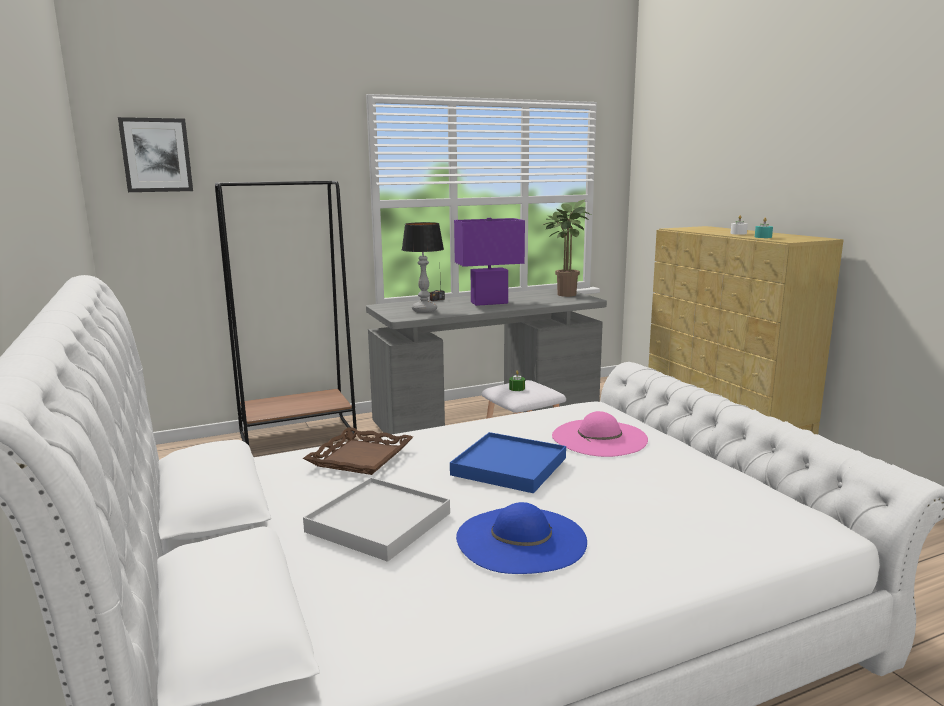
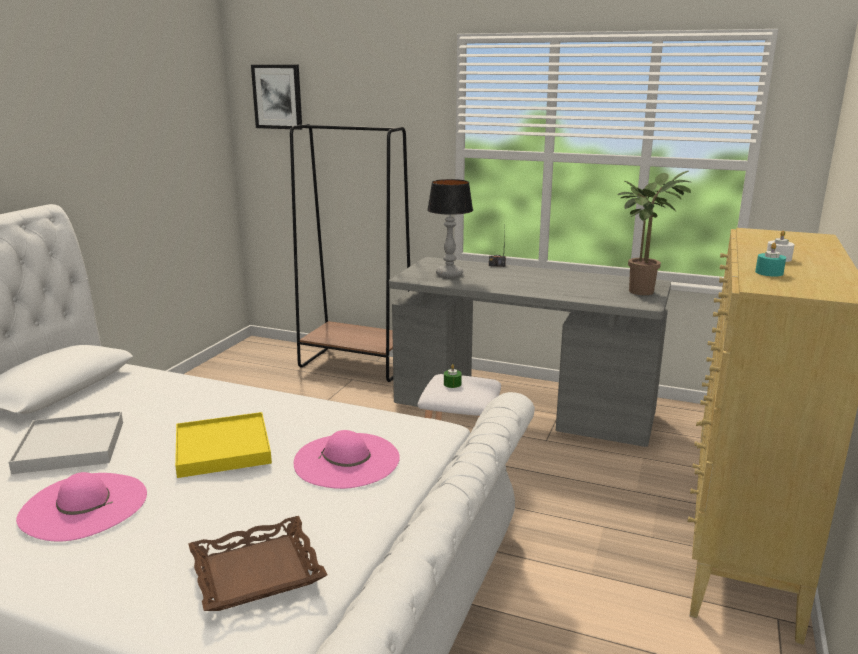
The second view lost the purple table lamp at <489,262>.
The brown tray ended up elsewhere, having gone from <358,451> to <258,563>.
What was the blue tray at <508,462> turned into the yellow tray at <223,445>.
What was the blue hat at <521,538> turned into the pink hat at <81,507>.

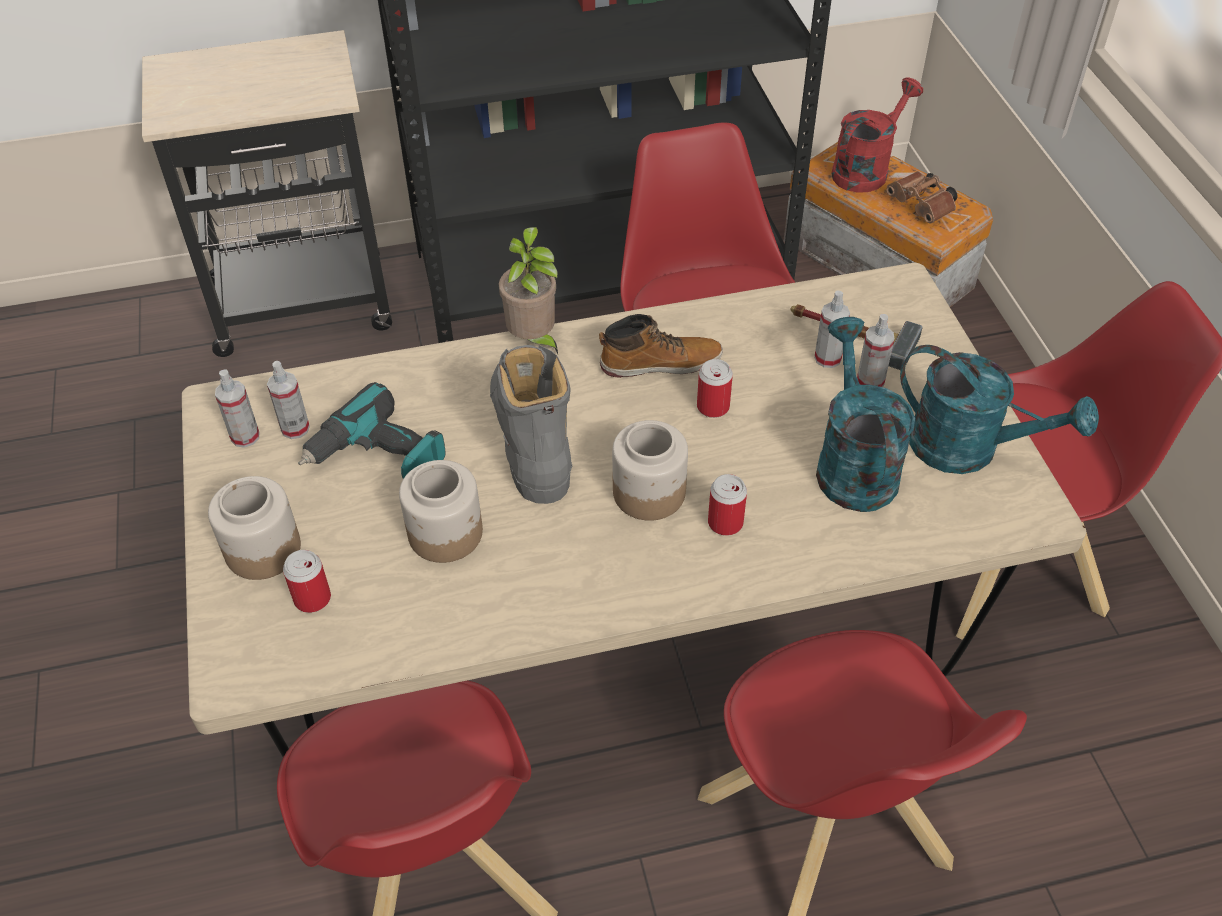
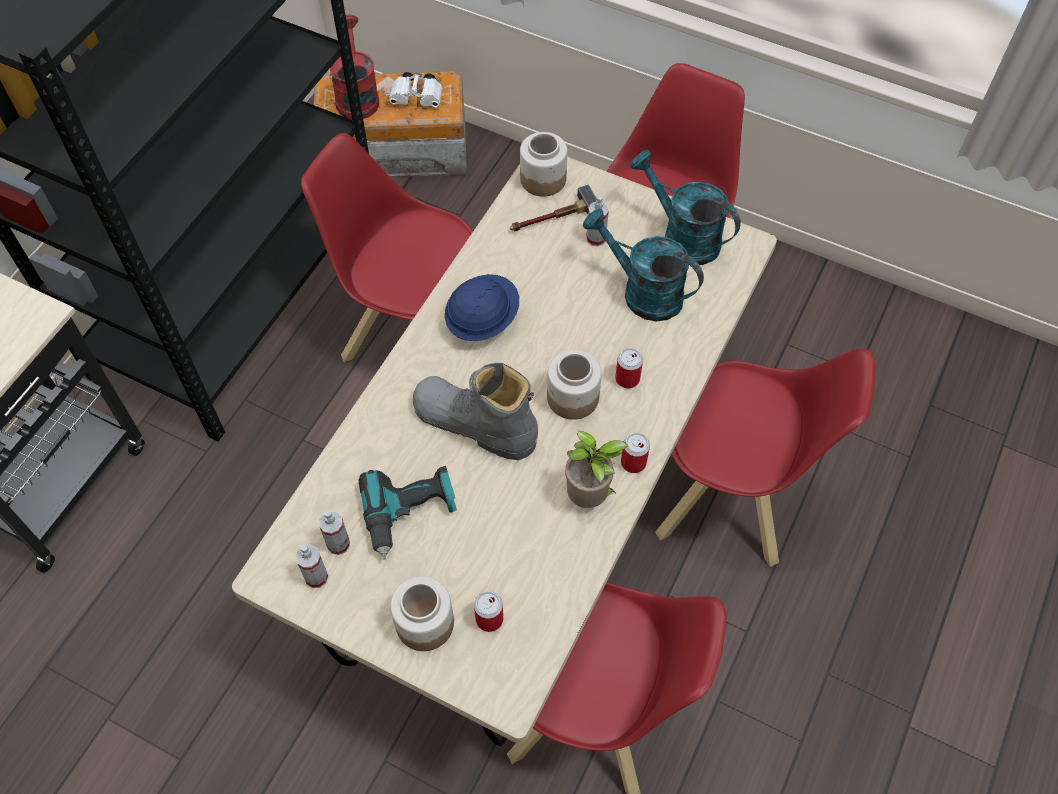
The second view lost the spray bottle at <832,329>.
The jar ended up elsewhere, having gone from <441,511> to <543,164>.
The potted plant ended up elsewhere, having gone from <528,290> to <597,469>.
The can ended up elsewhere, having gone from <715,388> to <635,452>.
Where the boot stood at <661,346>, the blue hard hat came to stand at <482,307>.
What was the brown binoculars at <922,197> turned into the white binoculars at <416,89>.
The turquoise watering can at <999,409> ended up facing another way, 120 degrees counterclockwise from before.

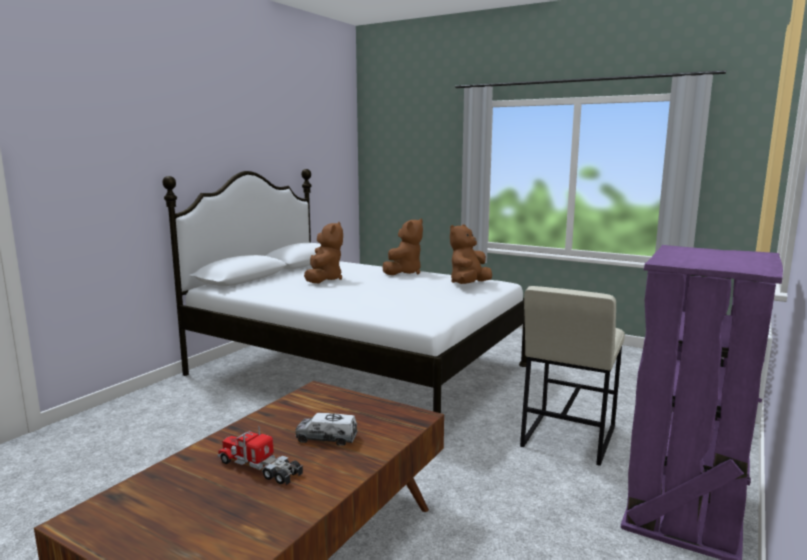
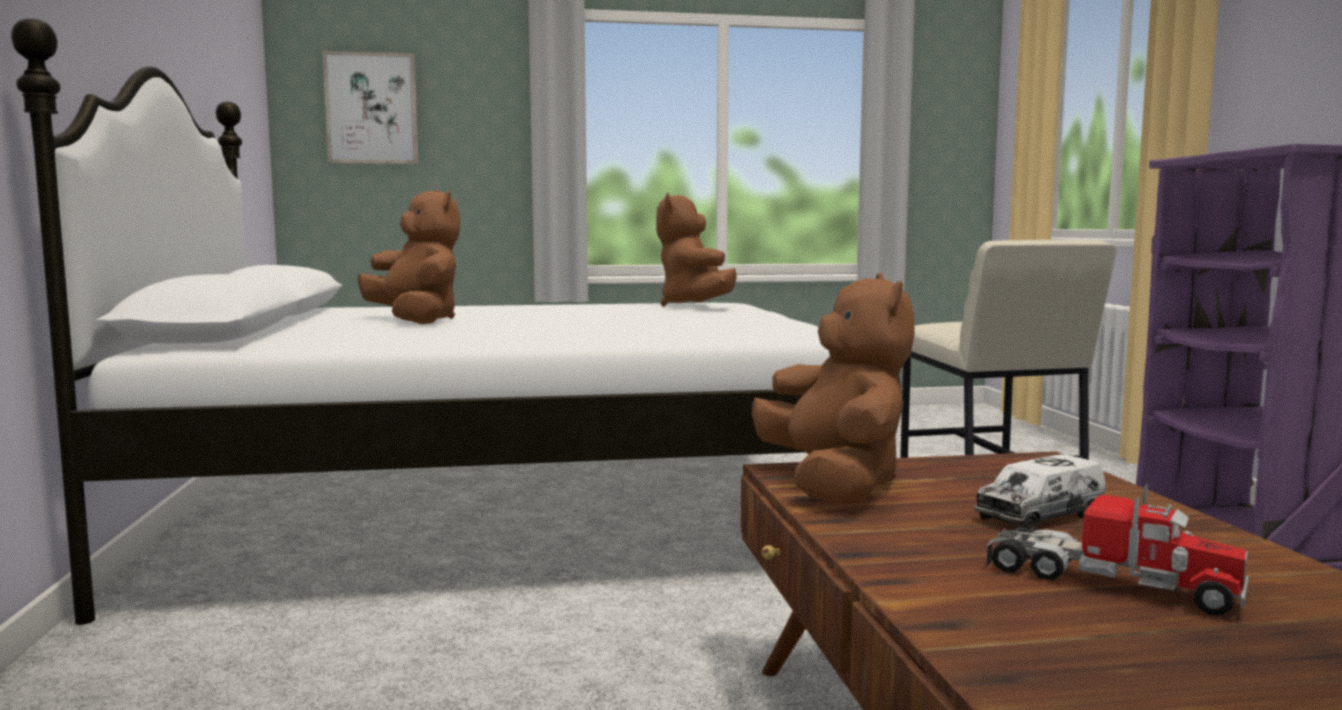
The second view gained the picture at <370,107>.
The brown plush toy ended up elsewhere, having gone from <403,247> to <833,389>.
The toy truck at <260,455> ended up facing another way, 135 degrees counterclockwise from before.

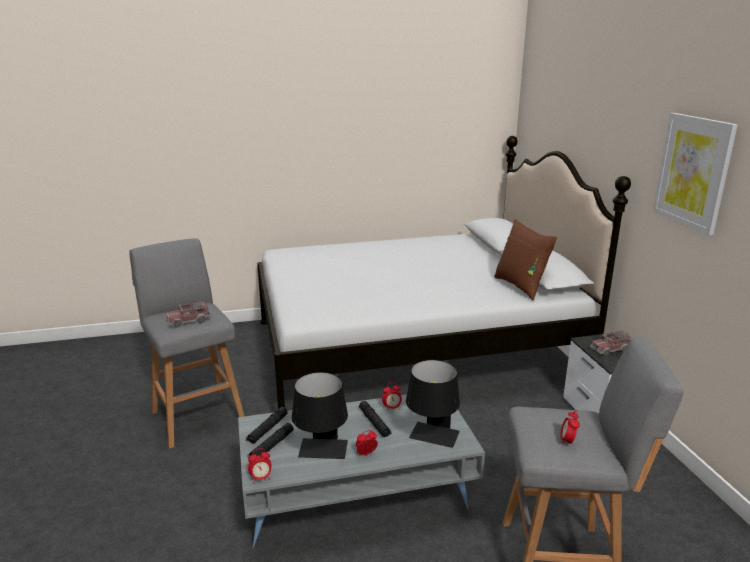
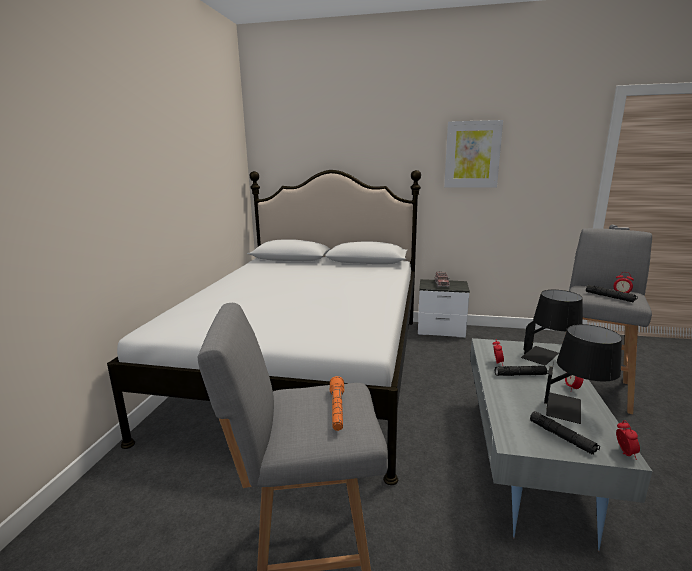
The second view lost the brown pillow at <525,260>.
The black flashlight ended up elsewhere, having gone from <267,425> to <612,293>.
Where the toy truck stood at <188,314>, the orange flashlight came to stand at <337,403>.

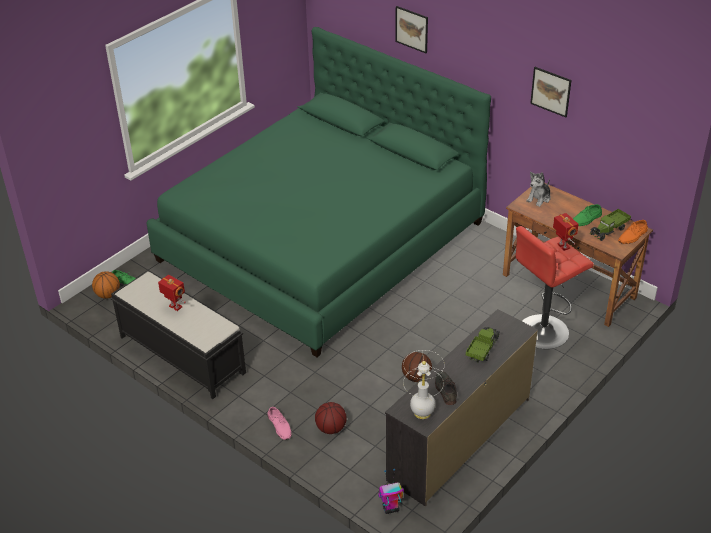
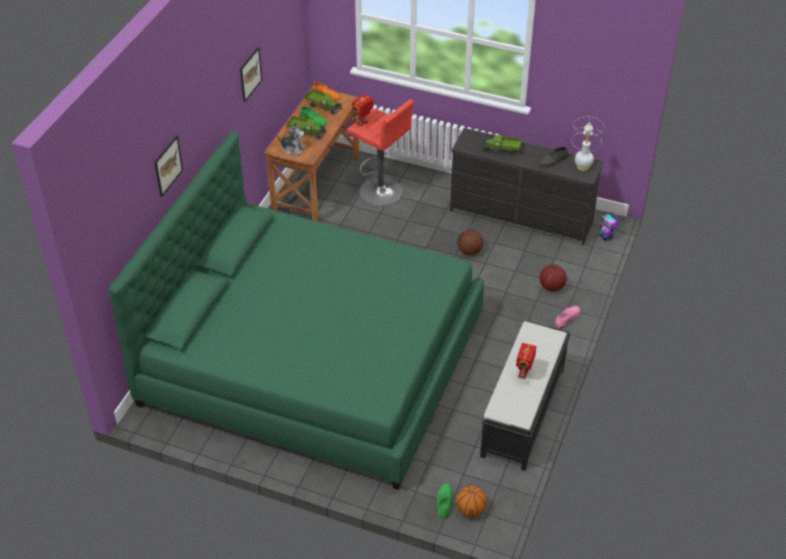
The second view gained the toy truck at <306,128>.

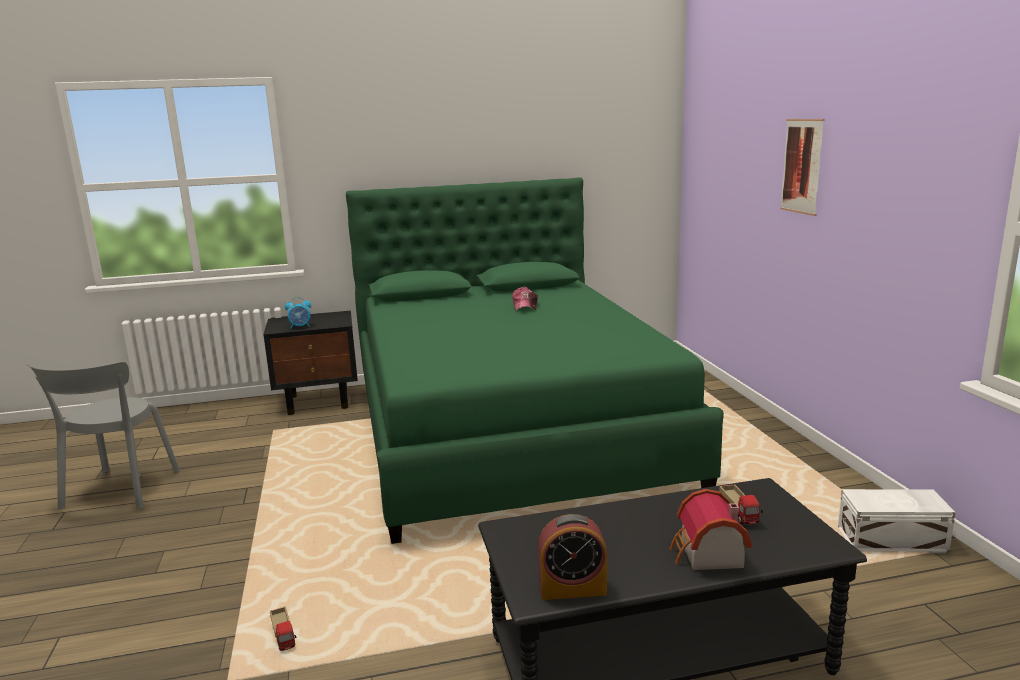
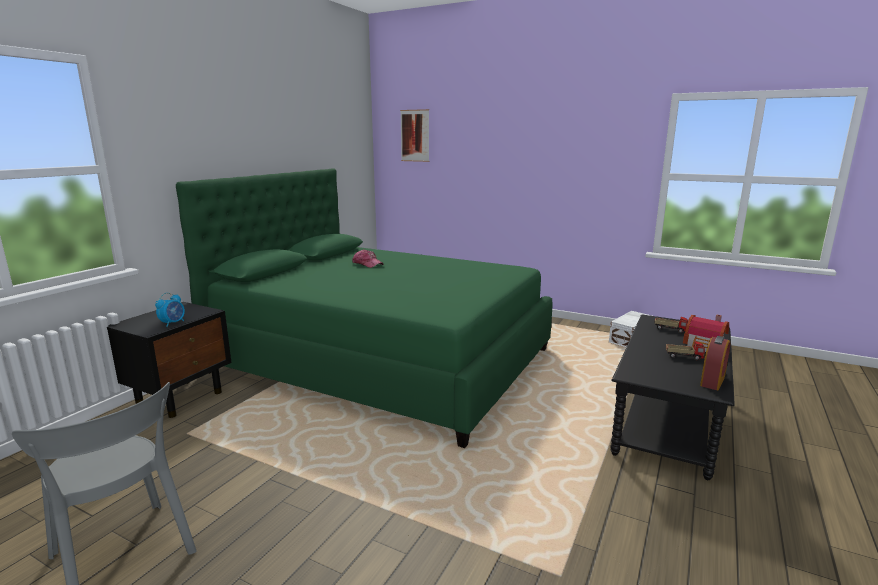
The toy truck ended up elsewhere, having gone from <283,628> to <685,350>.
The picture ended up elsewhere, having gone from <802,167> to <414,135>.

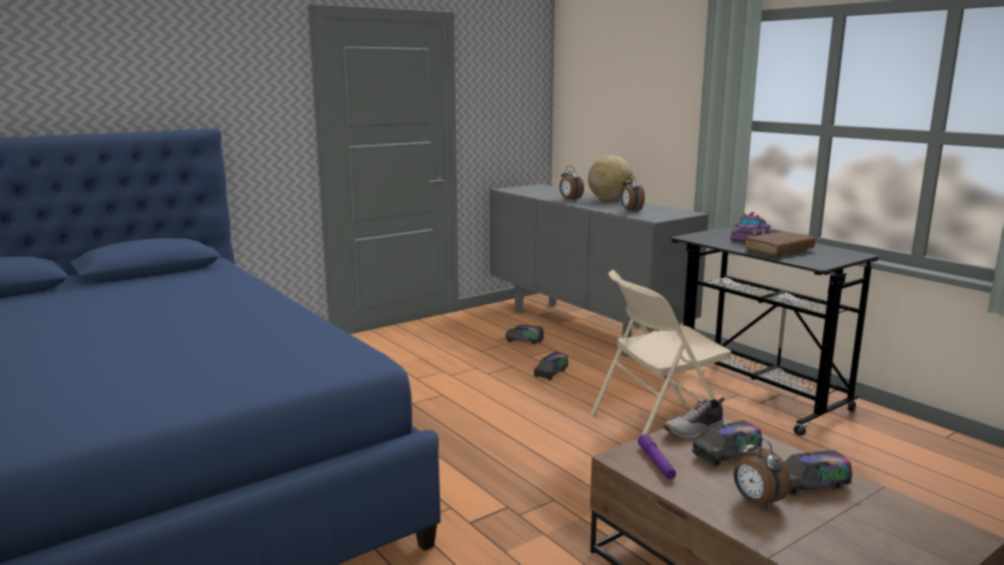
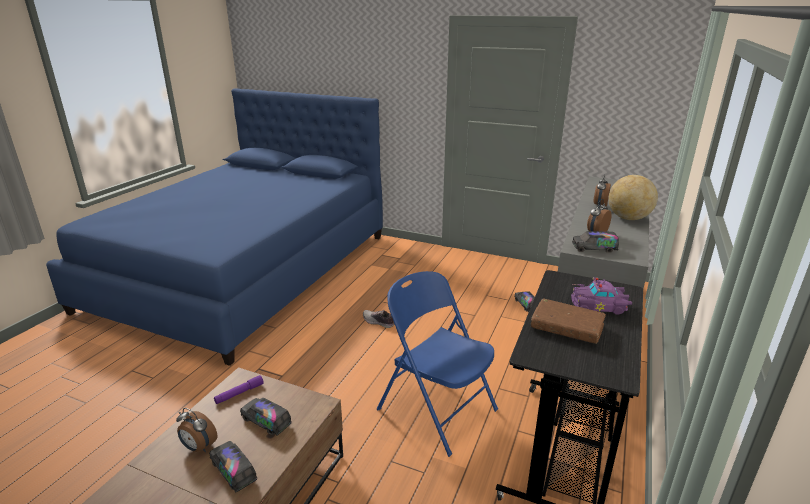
The toy truck ended up elsewhere, having gone from <551,366> to <595,242>.
The shoe ended up elsewhere, having gone from <694,418> to <379,319>.
What was the beige chair at <660,352> turned into the blue chair at <437,364>.
The alarm clock at <762,472> ended up facing another way, 90 degrees counterclockwise from before.

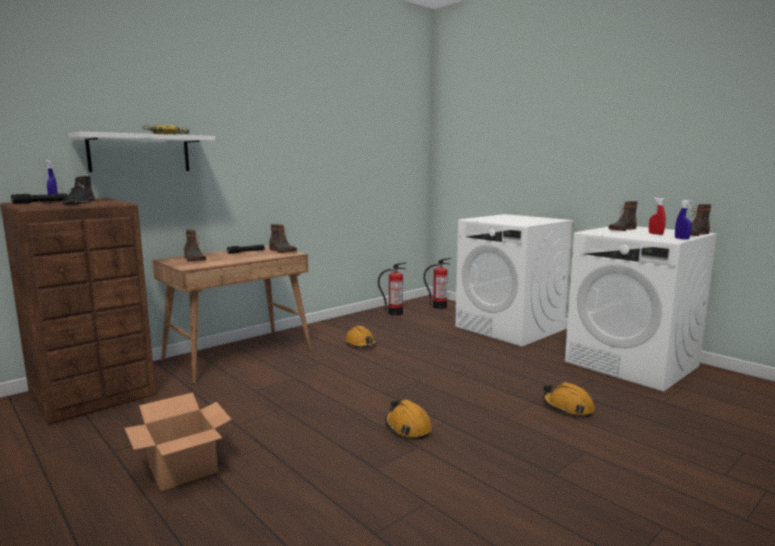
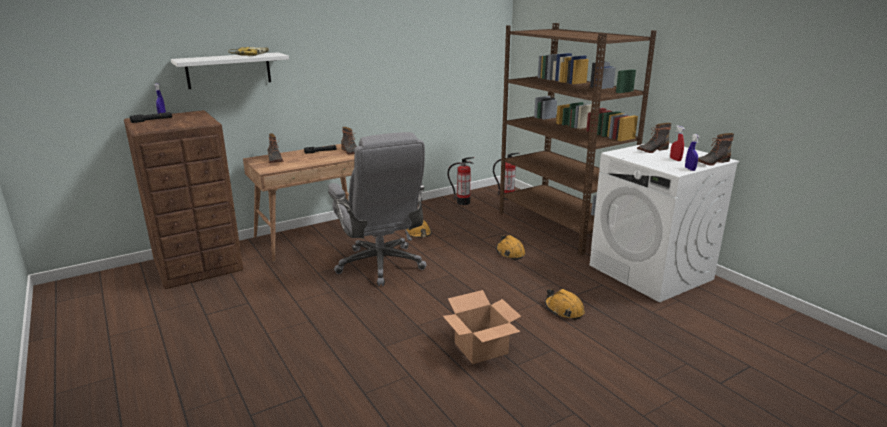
The second view lost the black boot at <79,190>.
The second view gained the grey office chair at <377,209>.
The cardboard box ended up elsewhere, having gone from <178,442> to <482,327>.
The orange hard hat ended up elsewhere, having gone from <408,420> to <510,247>.
Where the white washing machine stood at <514,280>, the brown bookcase came to stand at <577,139>.

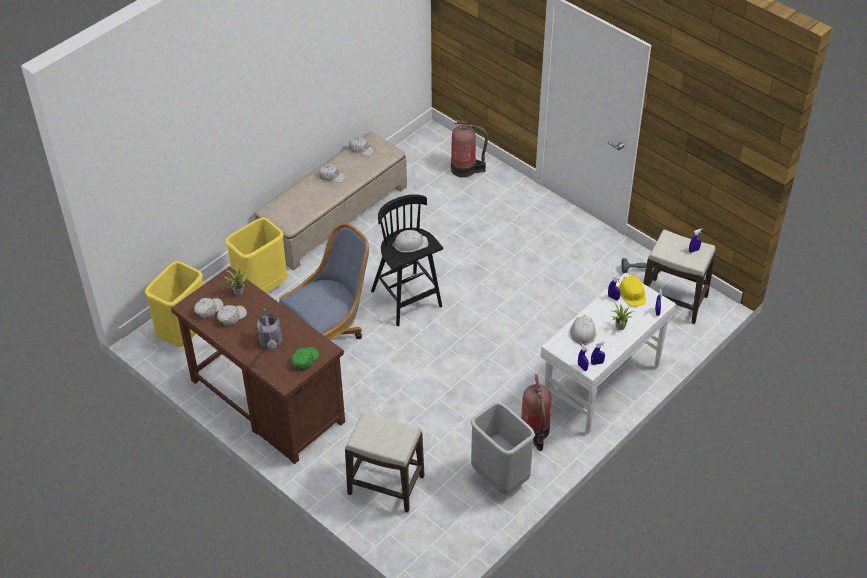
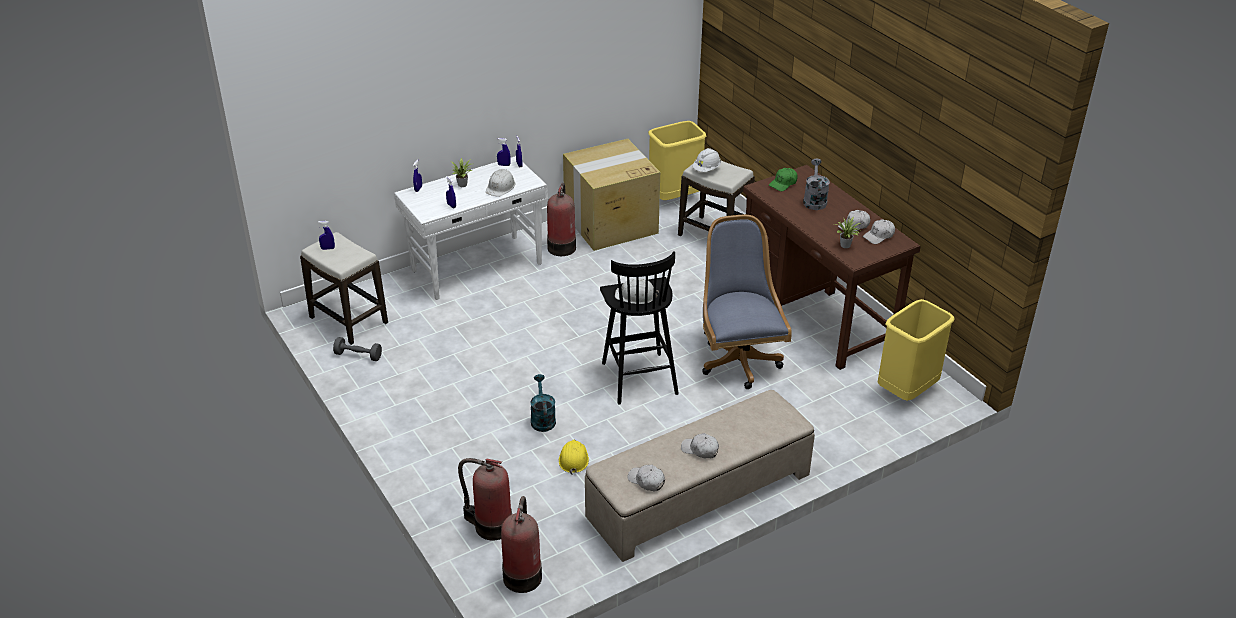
The second view gained the fire extinguisher at <521,544>.
The second view gained the turquoise watering can at <543,403>.
The second view gained the white hard hat at <706,160>.
The yellow trash can ended up elsewhere, having gone from <256,255> to <677,160>.
The yellow hard hat ended up elsewhere, having gone from <632,291> to <574,457>.
Where the grey trash can stood at <503,448>, the cardboard box came to stand at <611,195>.
The blue office chair at <324,281> ended up facing another way, 105 degrees clockwise from before.

